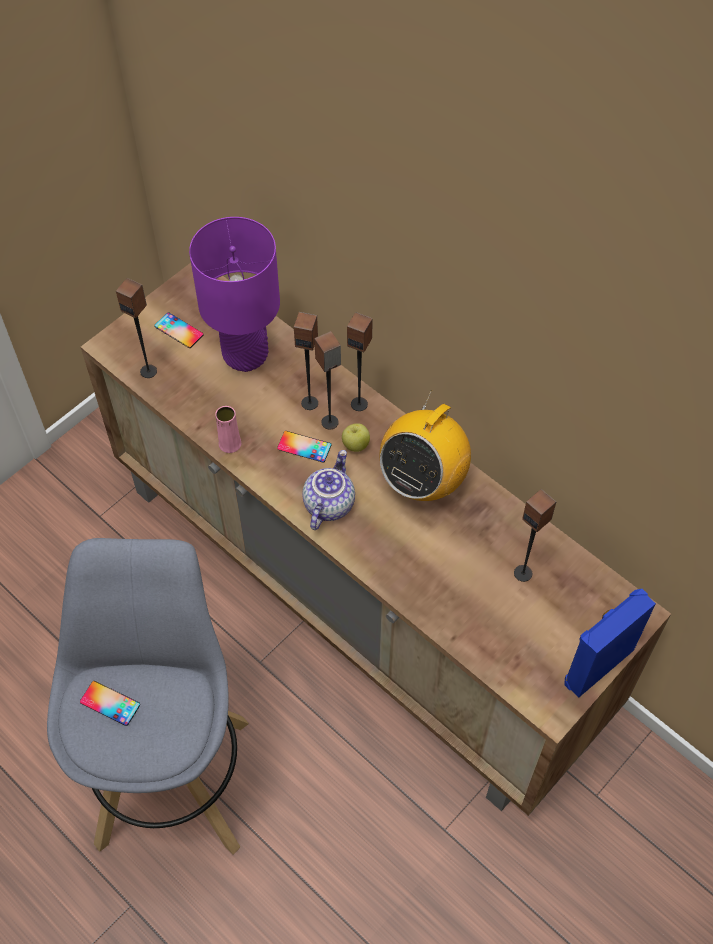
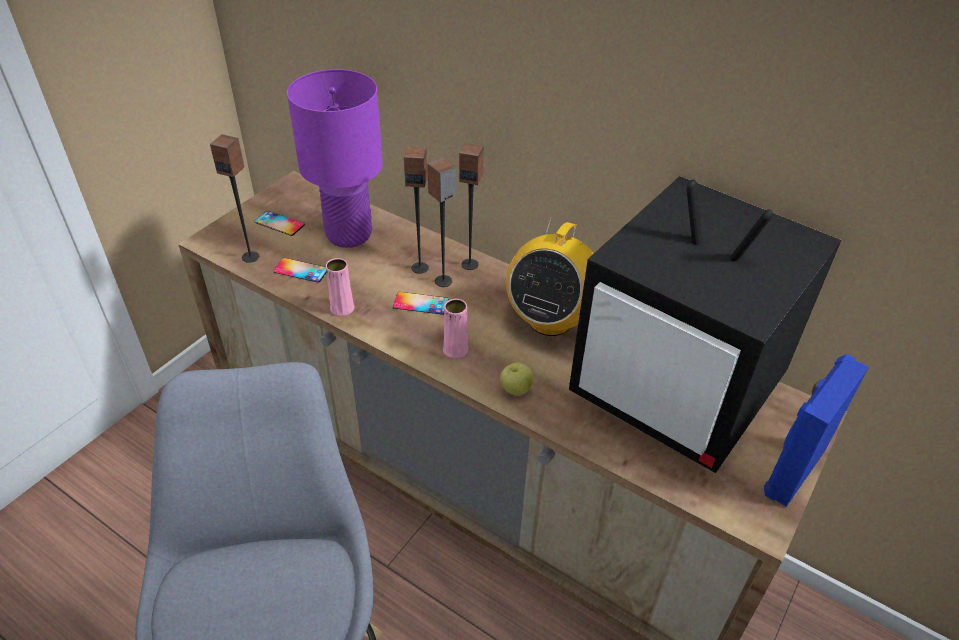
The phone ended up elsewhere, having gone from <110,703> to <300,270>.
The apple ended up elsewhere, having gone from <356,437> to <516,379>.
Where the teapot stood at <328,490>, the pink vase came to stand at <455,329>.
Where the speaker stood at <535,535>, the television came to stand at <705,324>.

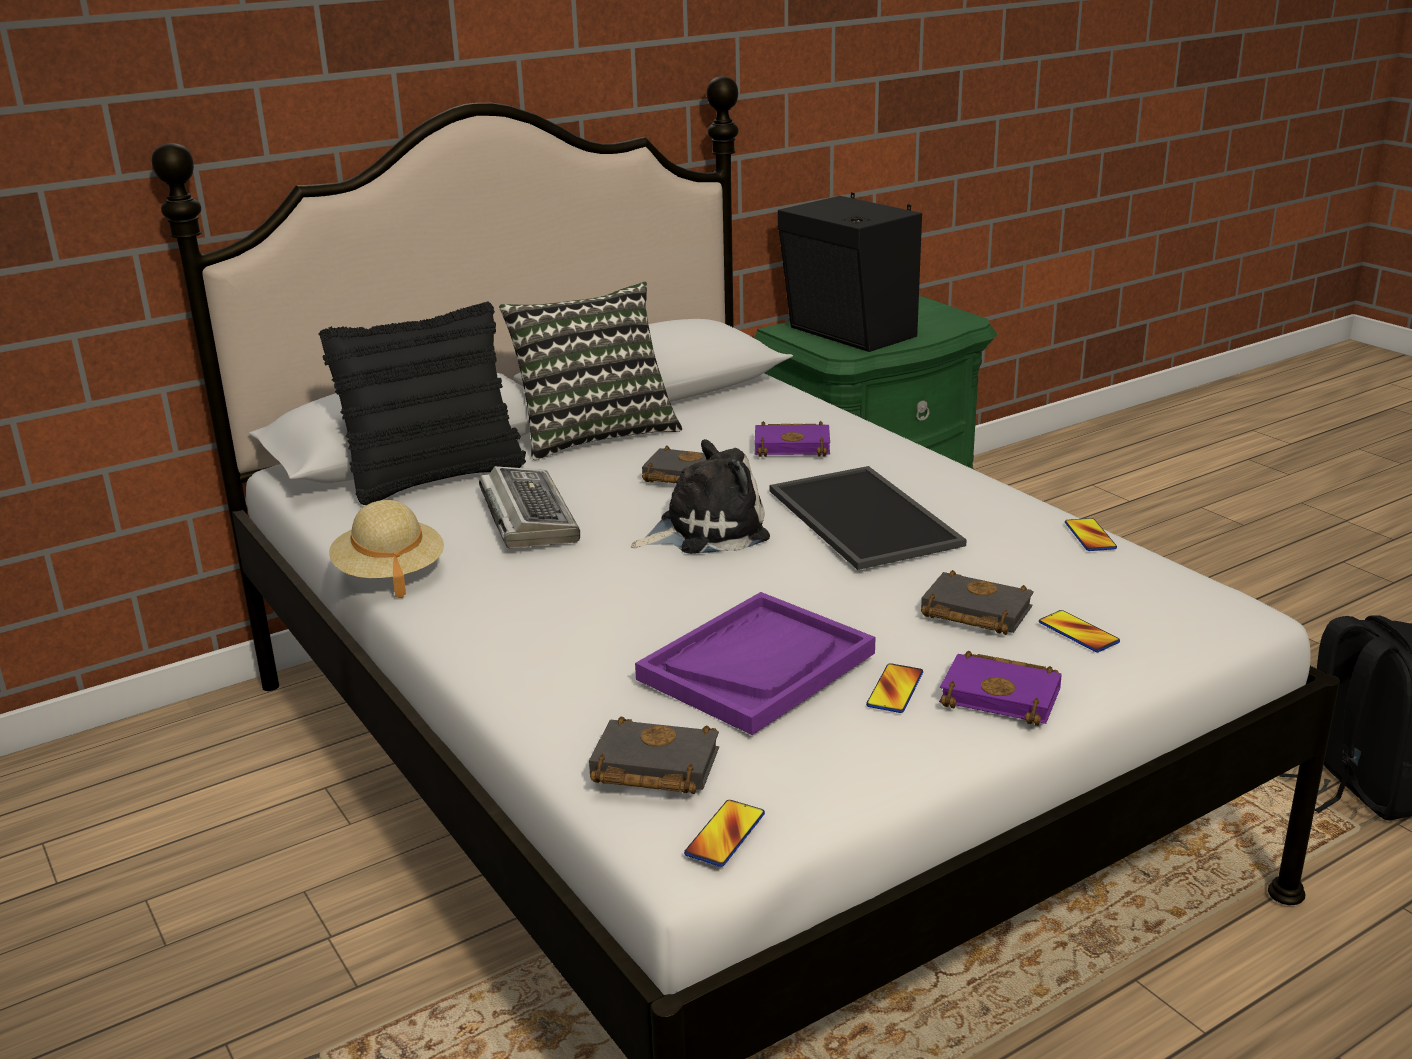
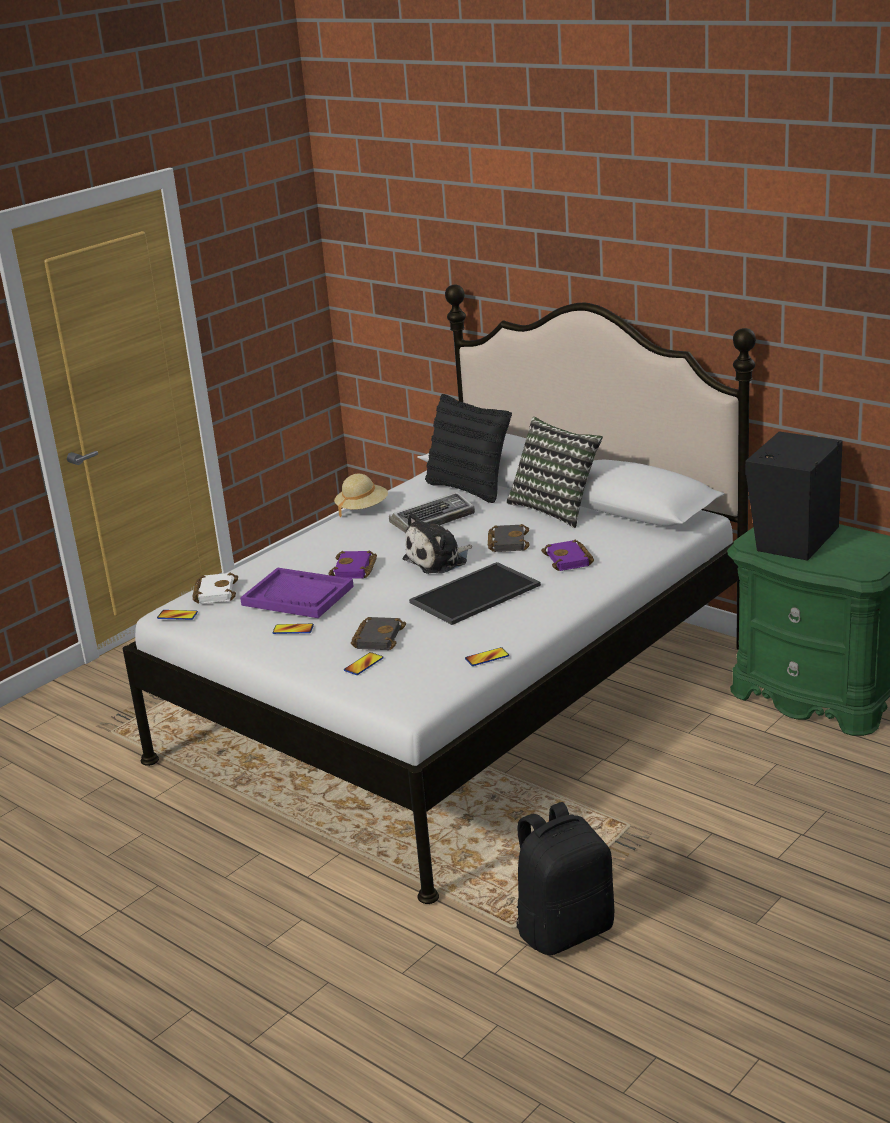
The purple book ended up elsewhere, having gone from <1000,688> to <353,564>.
What was the black book at <654,755> turned into the white book at <215,588>.
The plush toy at <700,496> ended up facing another way, 90 degrees clockwise from before.

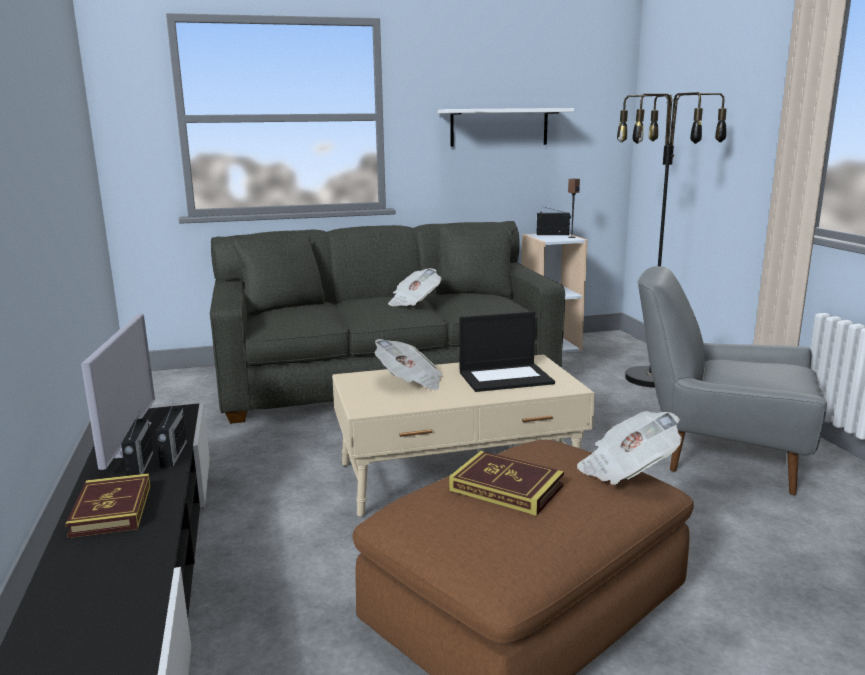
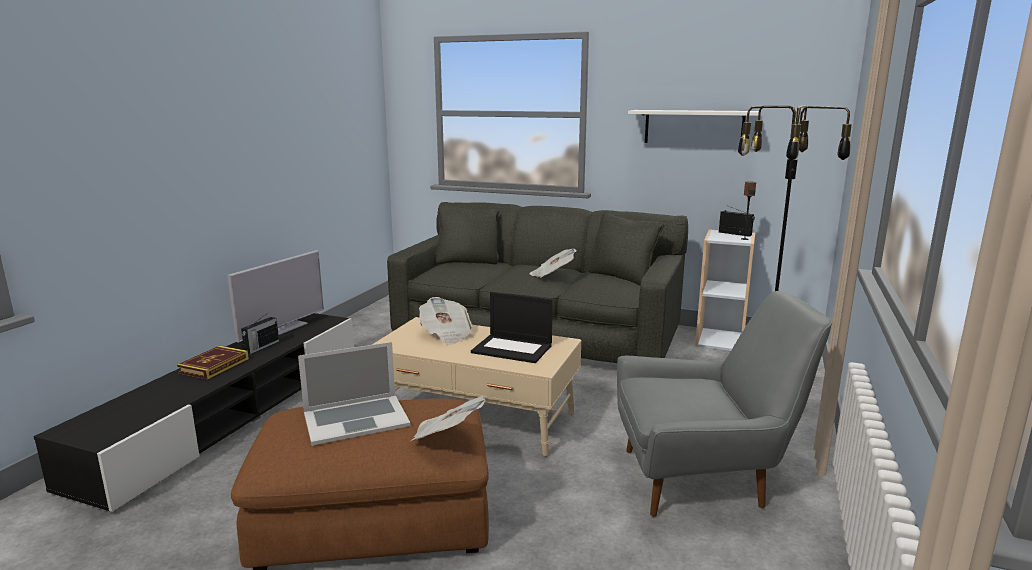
The second view lost the radio at <171,435>.
Where the book stood at <506,483>, the laptop came to stand at <354,394>.
The grey armchair at <732,381> ended up facing another way, 120 degrees clockwise from before.

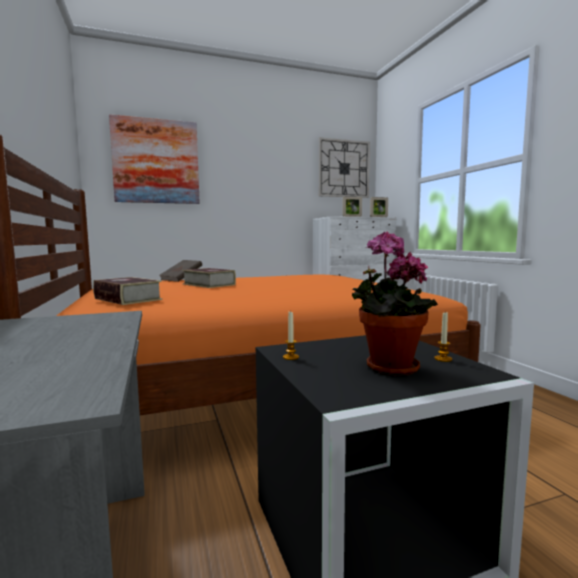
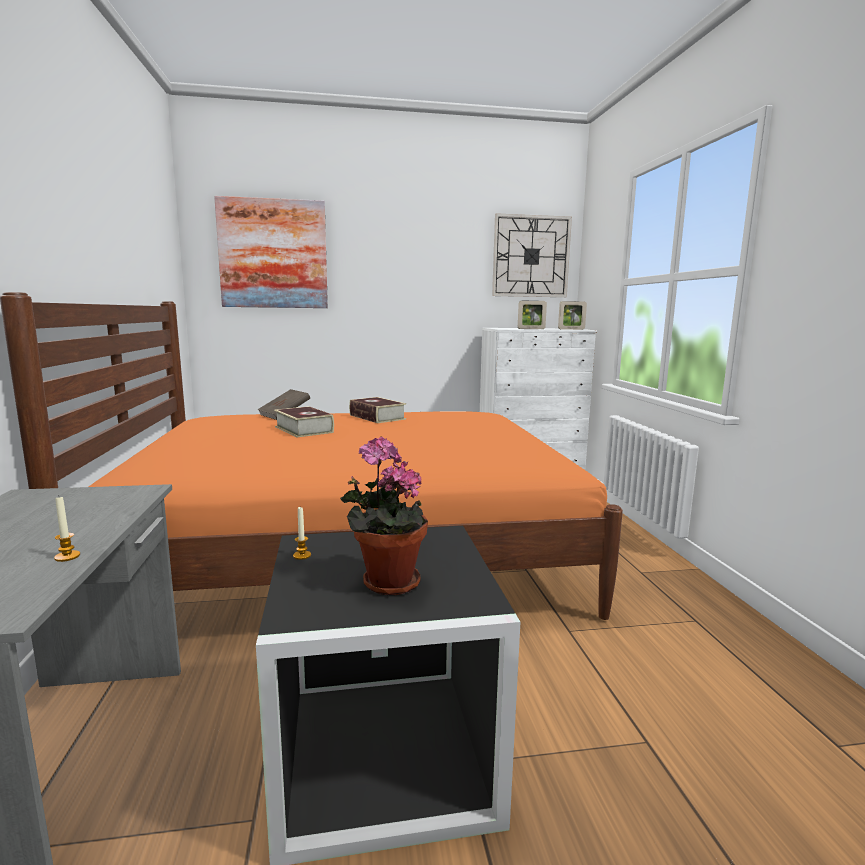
The book ended up elsewhere, having gone from <127,291> to <377,410>.
The candle ended up elsewhere, having gone from <443,336> to <67,529>.

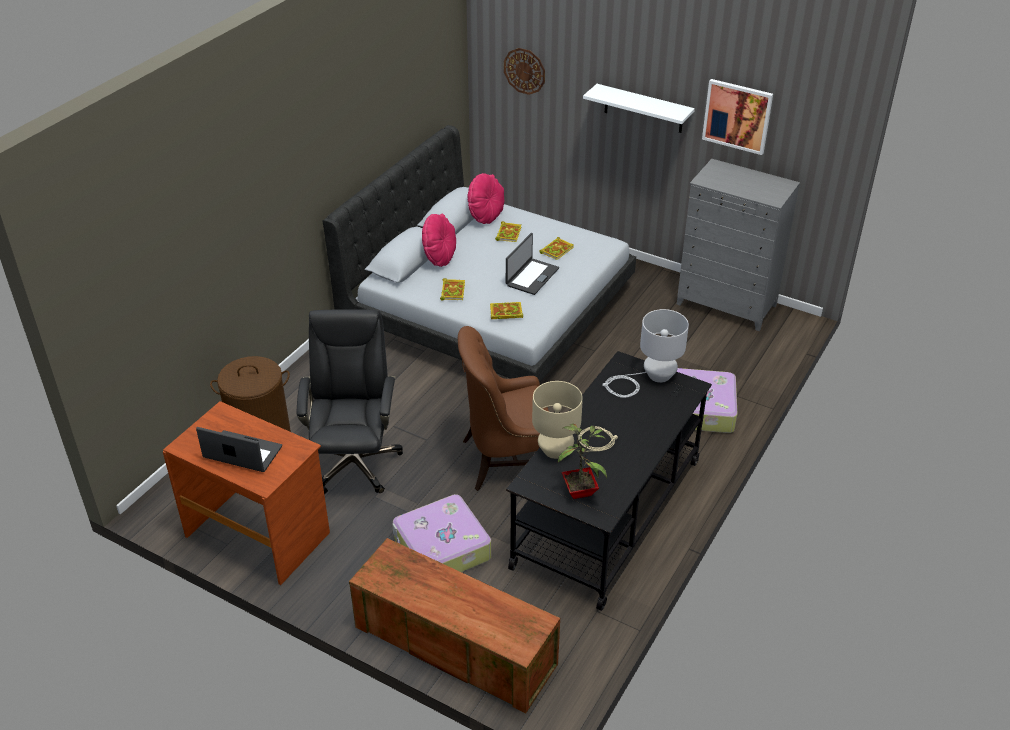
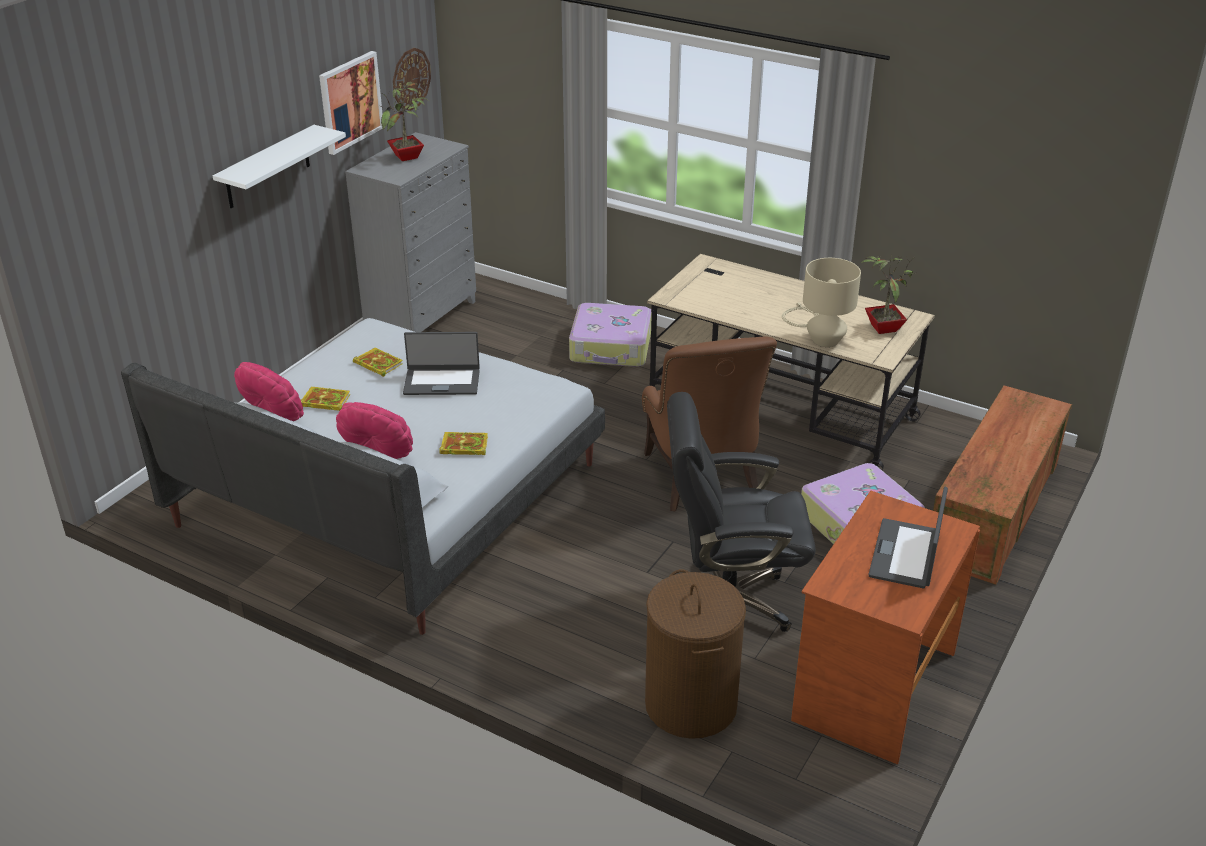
The second view lost the book at <506,310>.
The second view lost the grey table lamp at <645,353>.
The second view gained the potted plant at <405,120>.
The wall clock ended up elsewhere, having gone from <524,71> to <412,79>.
What was the black desk at <609,481> turned into the beige desk at <791,362>.
The laptop at <532,264> ended up facing another way, 150 degrees clockwise from before.

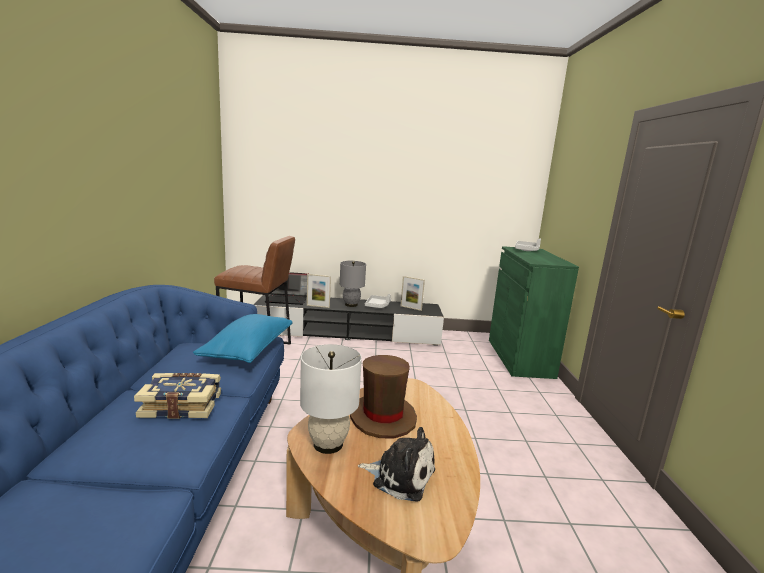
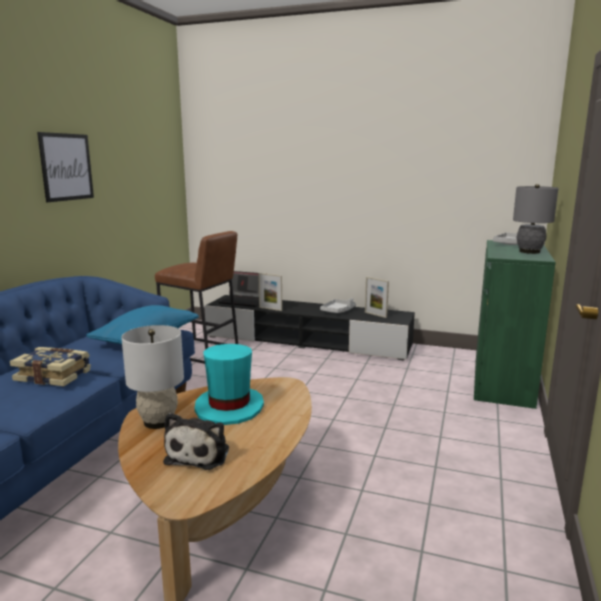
The second view gained the picture at <65,167>.
The grey table lamp ended up elsewhere, having gone from <353,284> to <535,219>.
What was the brown hat at <383,397> turned into the turquoise hat at <229,384>.
The plush toy at <396,464> ended up facing another way, 60 degrees clockwise from before.

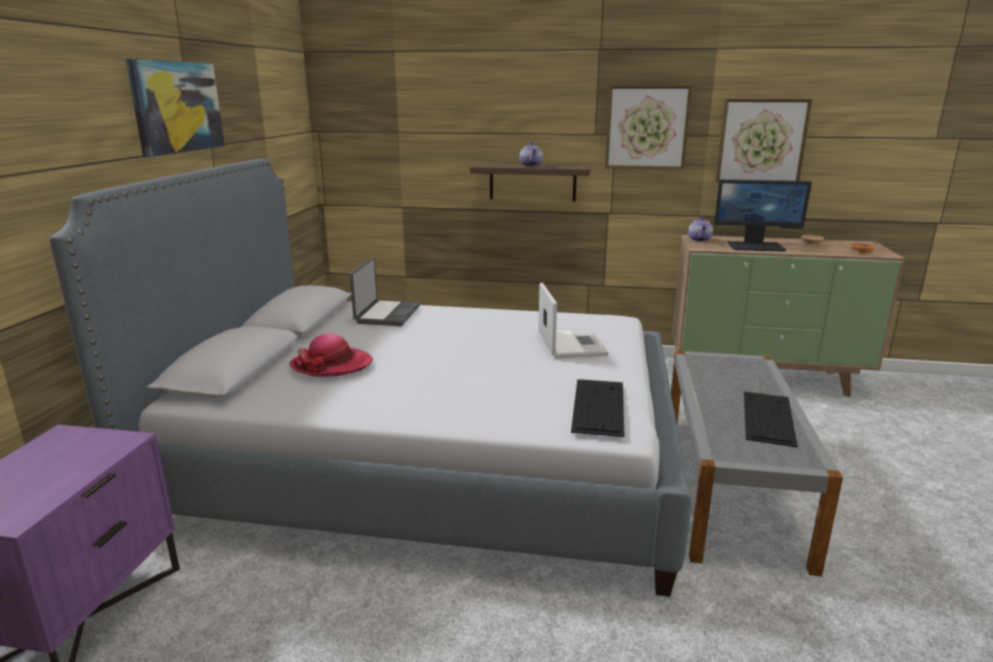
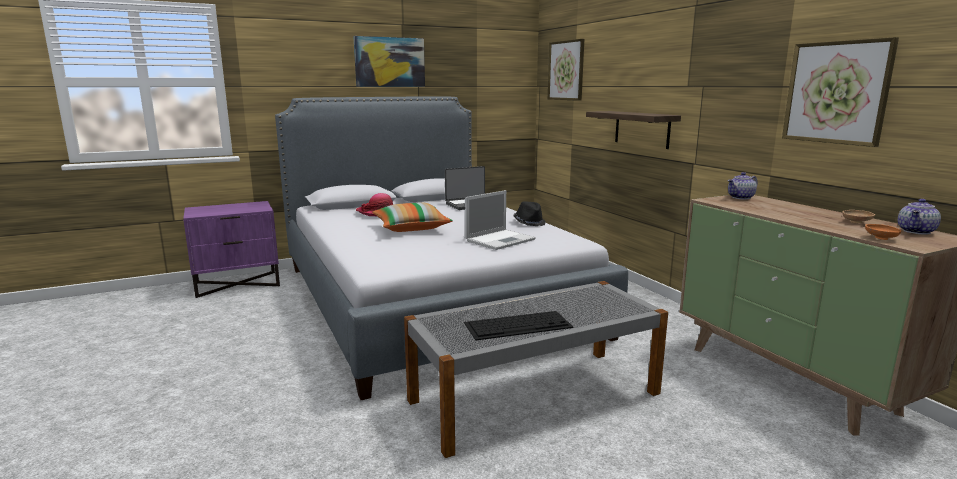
The second view lost the keyboard at <597,408>.
The second view lost the monitor at <763,216>.
The second view gained the pillow at <412,217>.
The second view gained the black hat at <530,213>.
The teapot ended up elsewhere, having gone from <531,154> to <919,216>.
The picture ended up elsewhere, having gone from <648,128> to <566,70>.

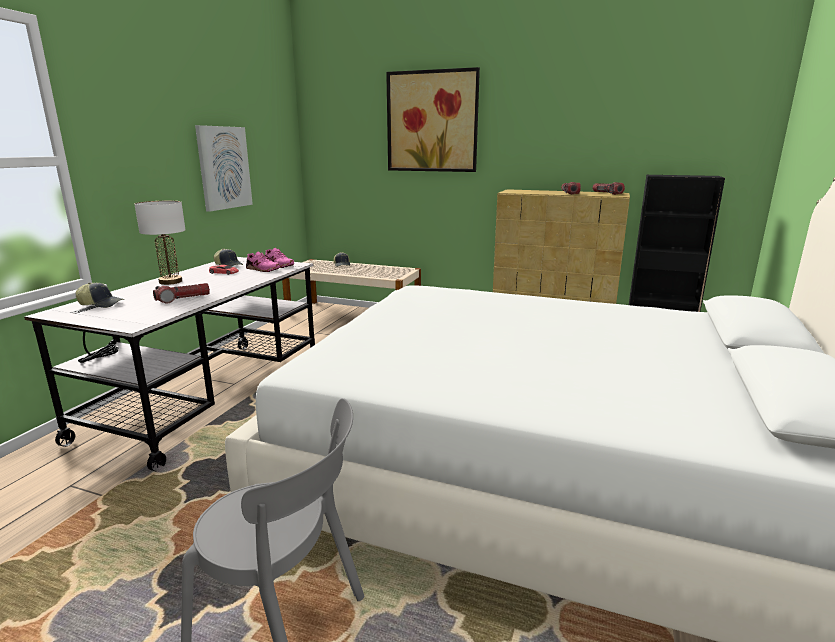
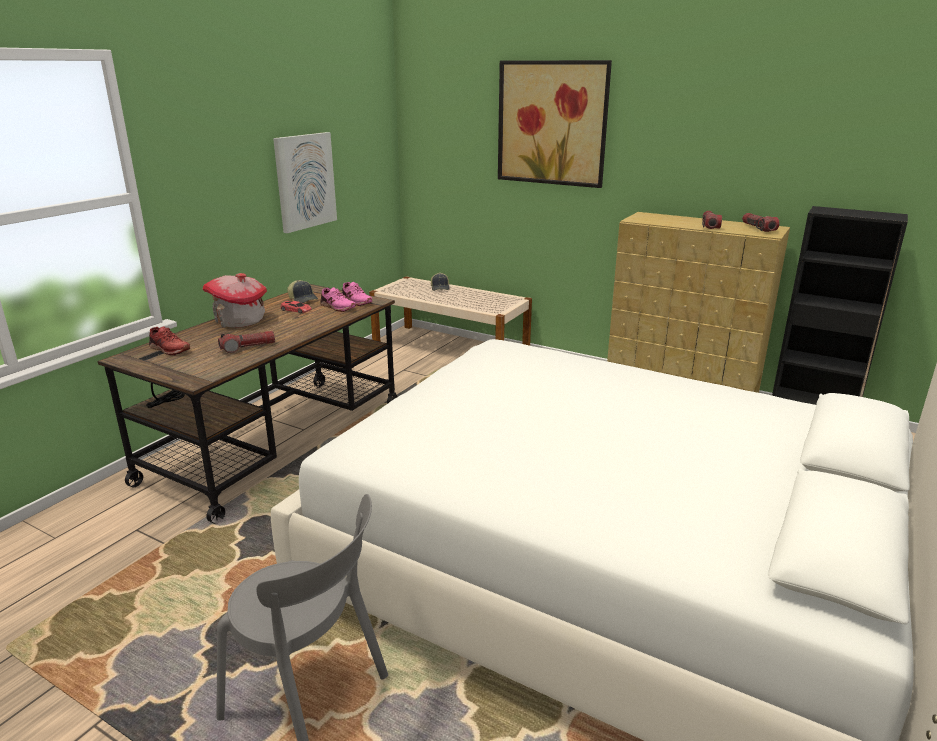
Where the cap stood at <100,295>, the red shoe came to stand at <169,340>.
Where the table lamp stood at <159,243>, the toy house came to stand at <235,300>.
What was the white desk at <169,364> turned into the brown desk at <247,404>.

